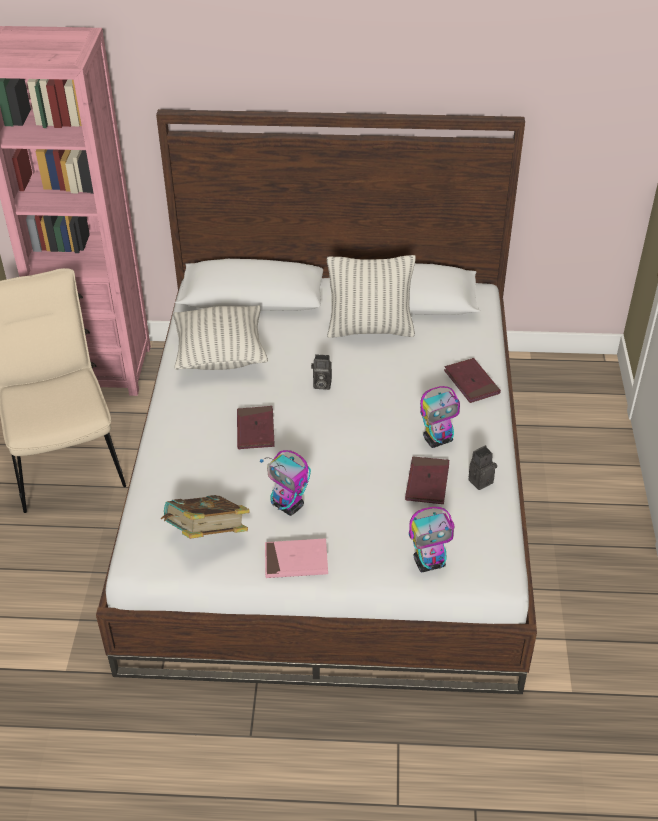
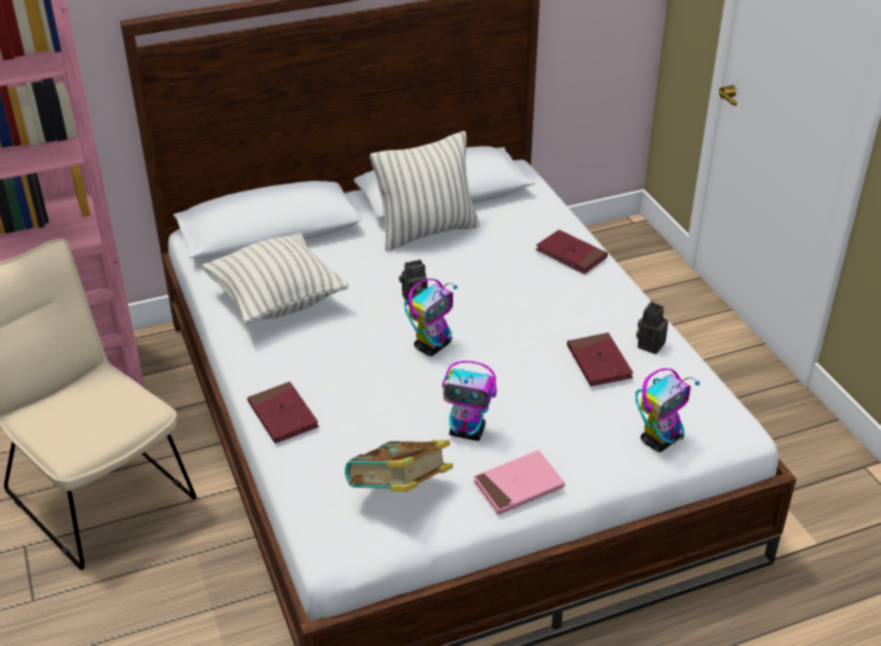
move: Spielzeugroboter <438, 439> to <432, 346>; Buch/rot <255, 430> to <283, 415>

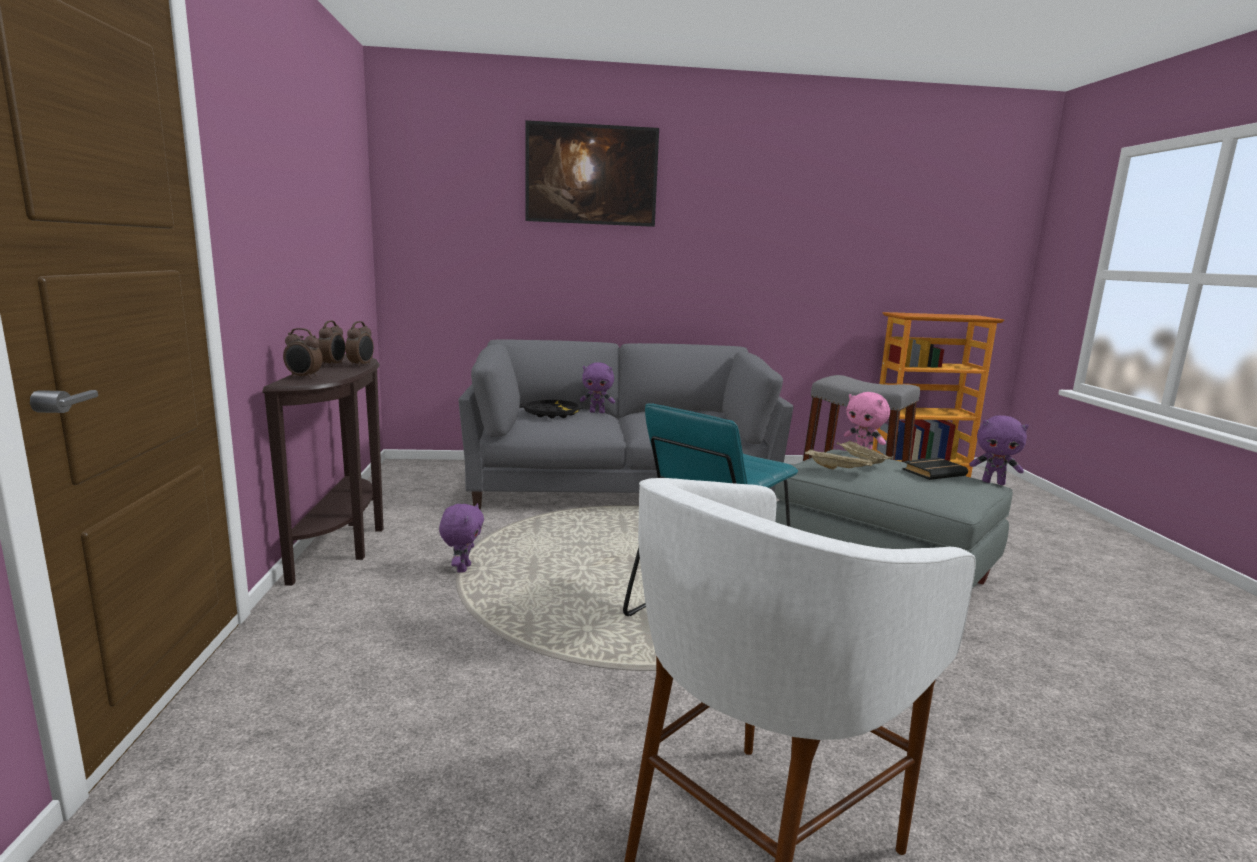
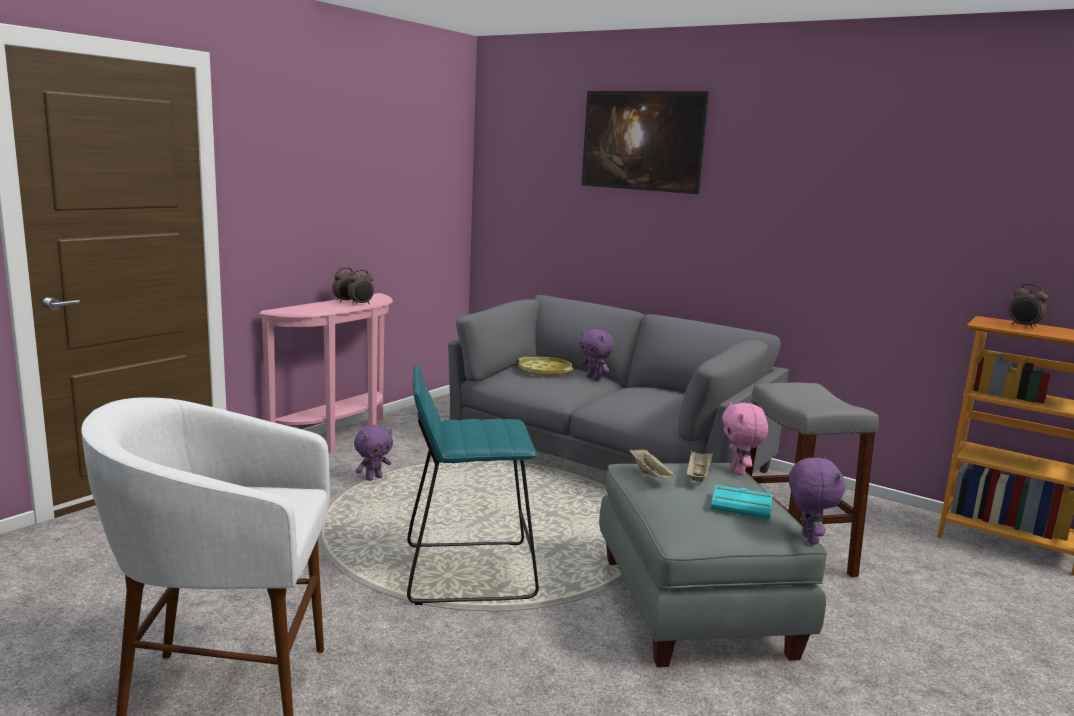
move: Wecker <304, 377> to <1023, 326>
recolor: Konsolentisch/braun <346, 542> to Konsolentisch/rosa <340, 439>; Tablett/schwarz <552, 413> to Tablett/gelb <544, 371>; Buch/schwarz <933, 472> to Buch/türkis <742, 506>
rotate: Plüschtier/lila <993, 483> = <807, 539> 150 degrees counterclockwise

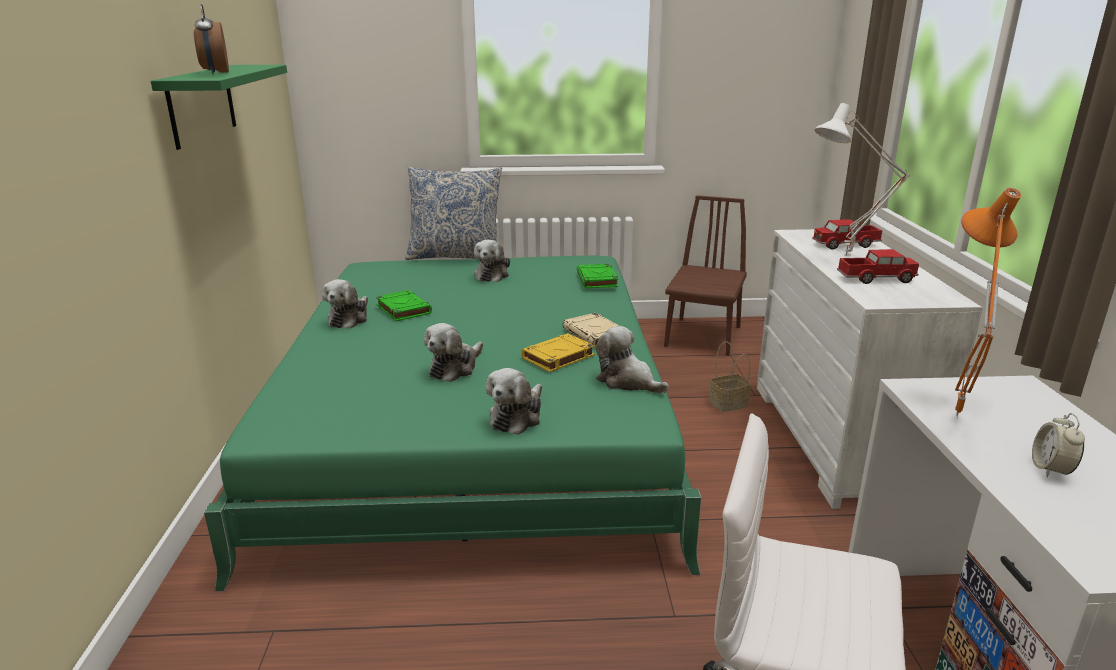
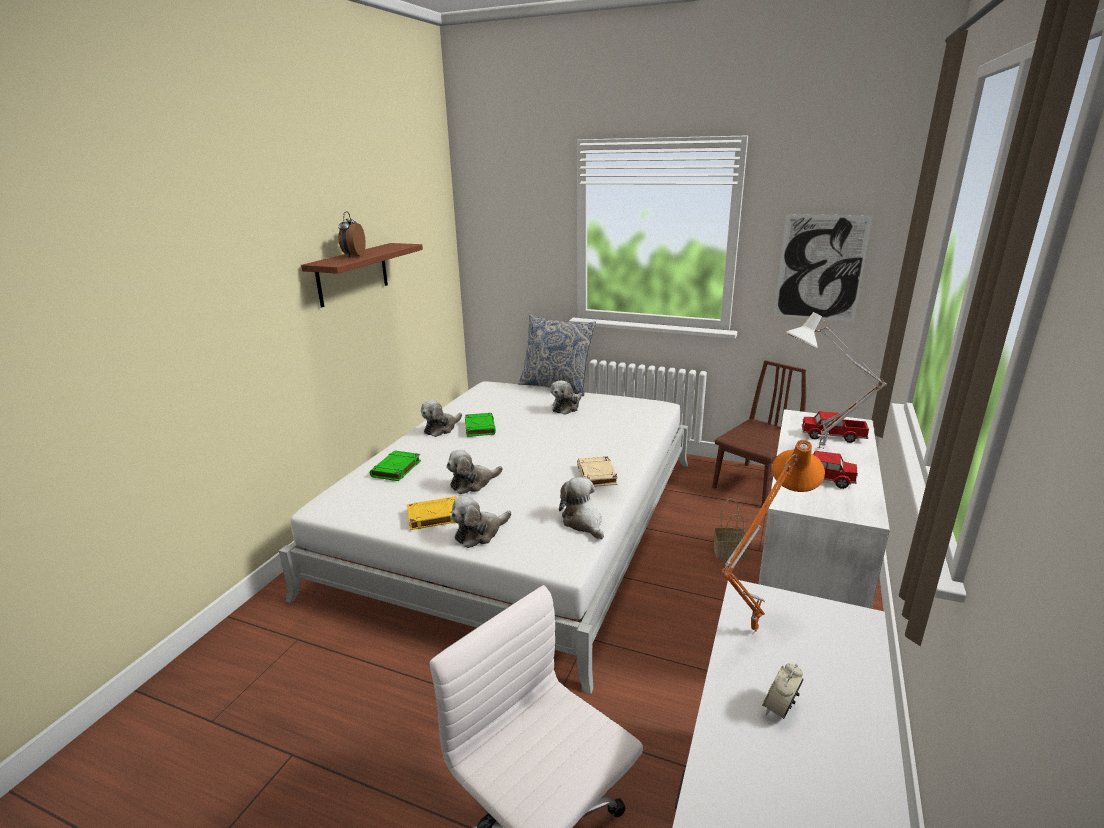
insert: Bild <820, 268>
move: Buch/grün <597, 280> to <396, 469>; Buch/gelb <558, 357> to <433, 516>
recolor: Wandregal/grün <202, 104> to Wandregal/braun <352, 274>; Bett/grün <477, 423> to Bett/weiß <519, 522>

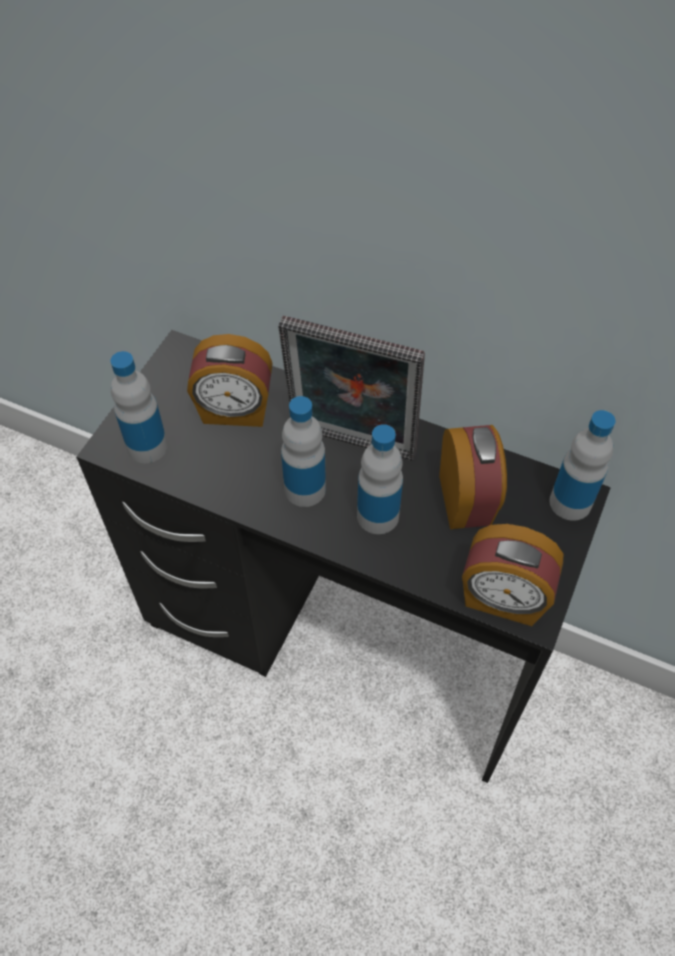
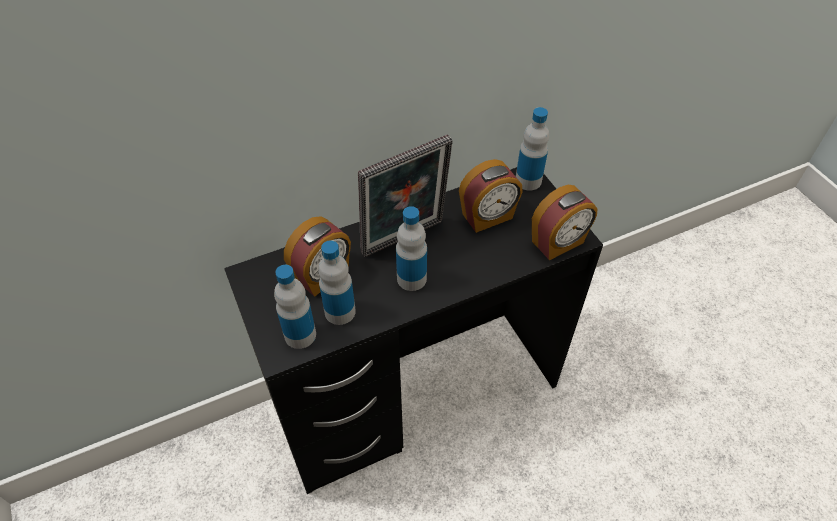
move: Flasche <378, 516> to <340, 311>
rotate: Wecker <466, 500> = <488, 217> 120 degrees clockwise

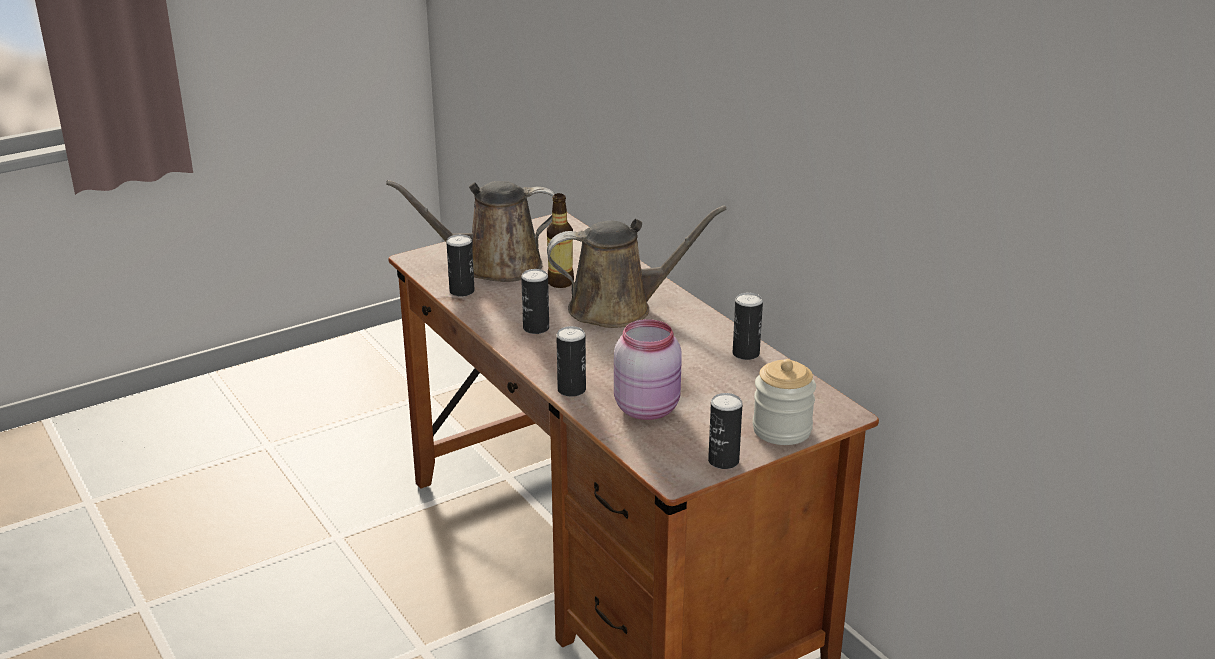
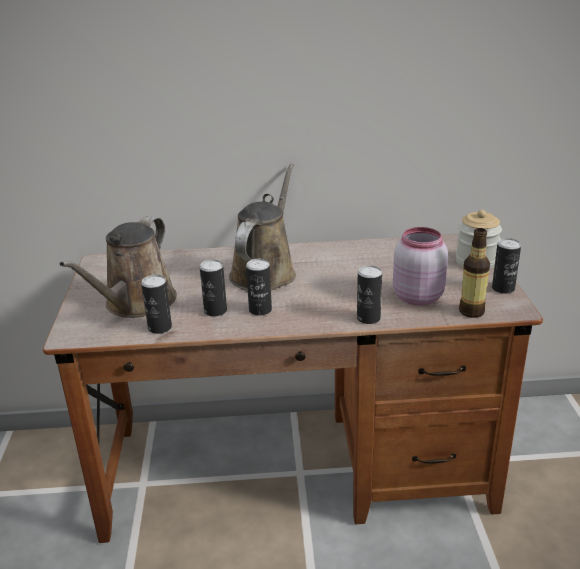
move: Flasche <560, 282> to <471, 311>; Dose <746, 353> to <215, 311>

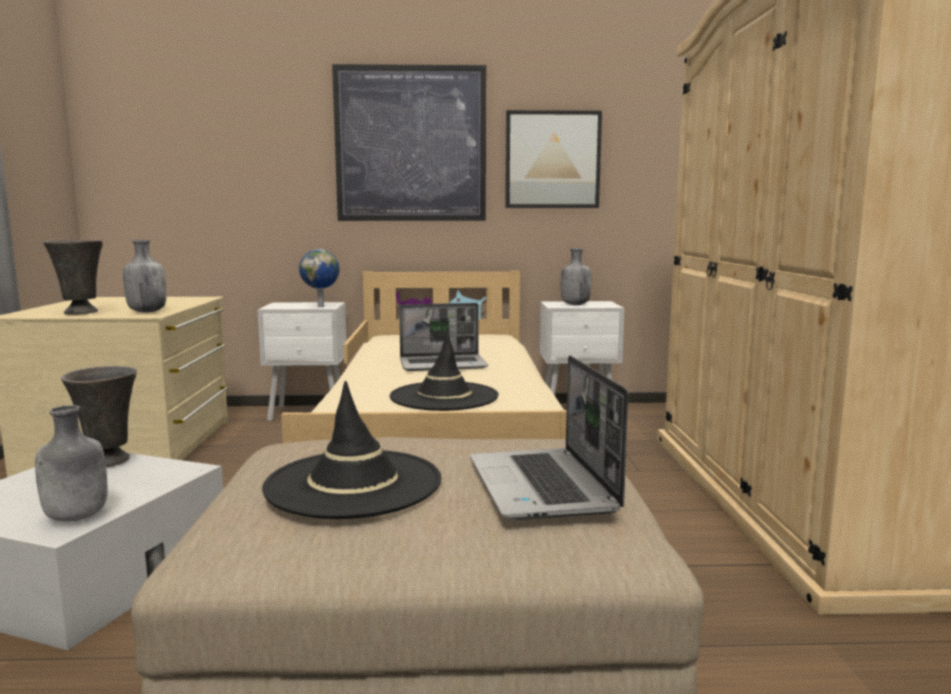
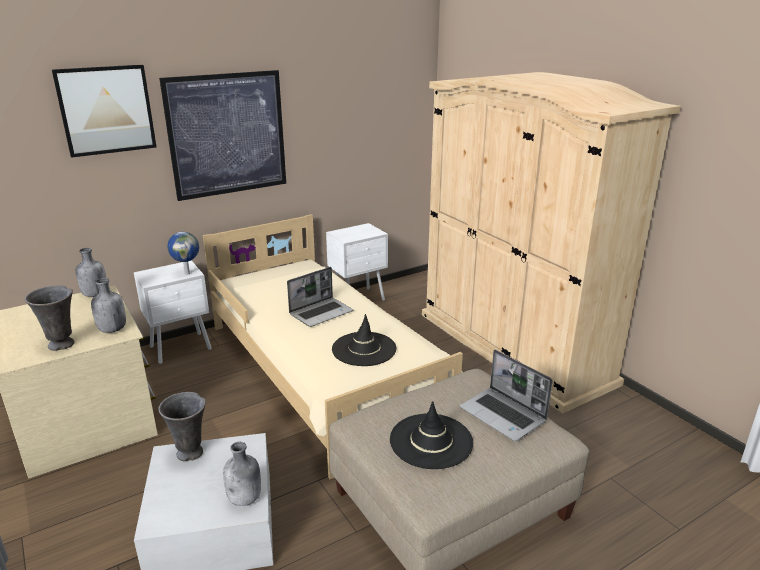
move: Bild <552, 160> to <106, 110>; Flasche/grau <574, 304> to <94, 295>

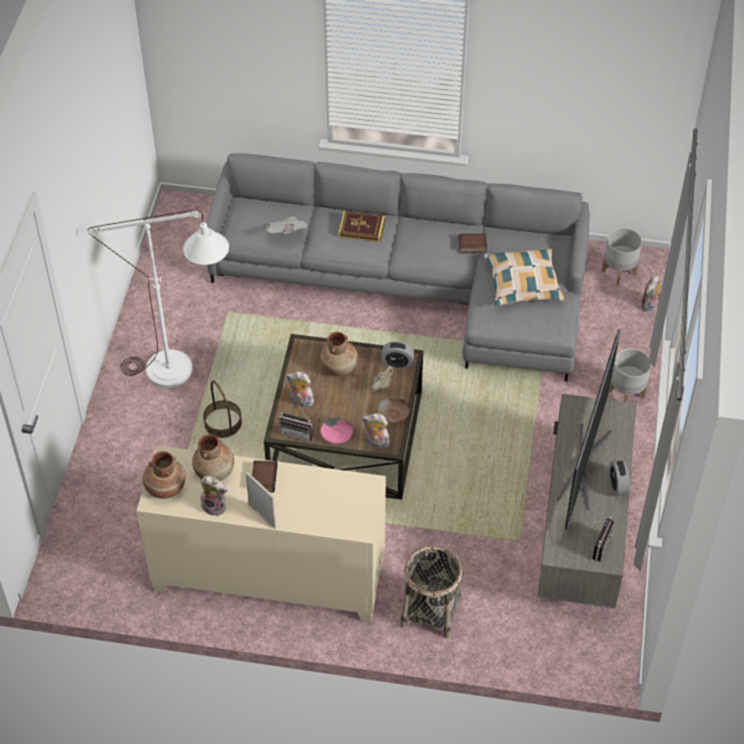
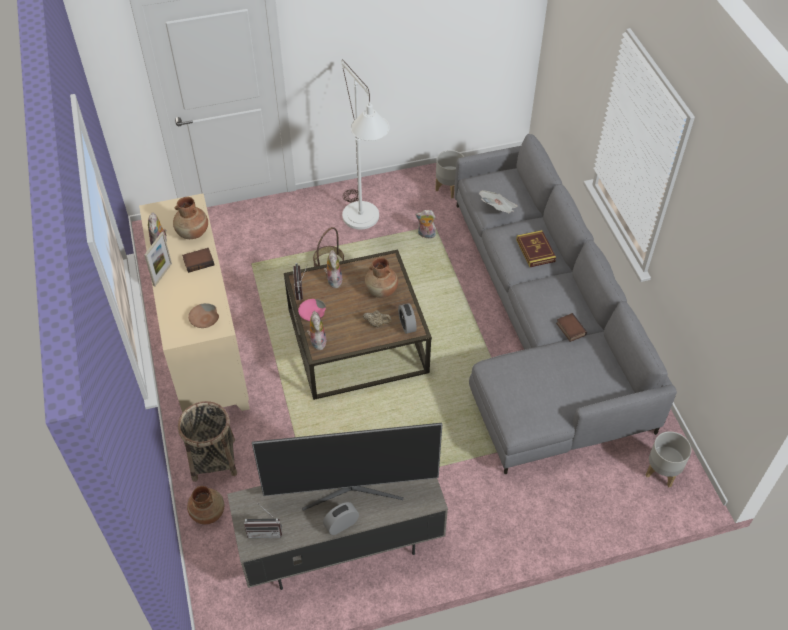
delete: Kissen <523, 283>
move: Plüschtier <650, 306> to <426, 235>; Pflanzkübel/grau <626, 394> to <449, 188>; Schüssel/braun <394, 414> to <204, 320>; Vase/braun <165, 487> to <208, 512>

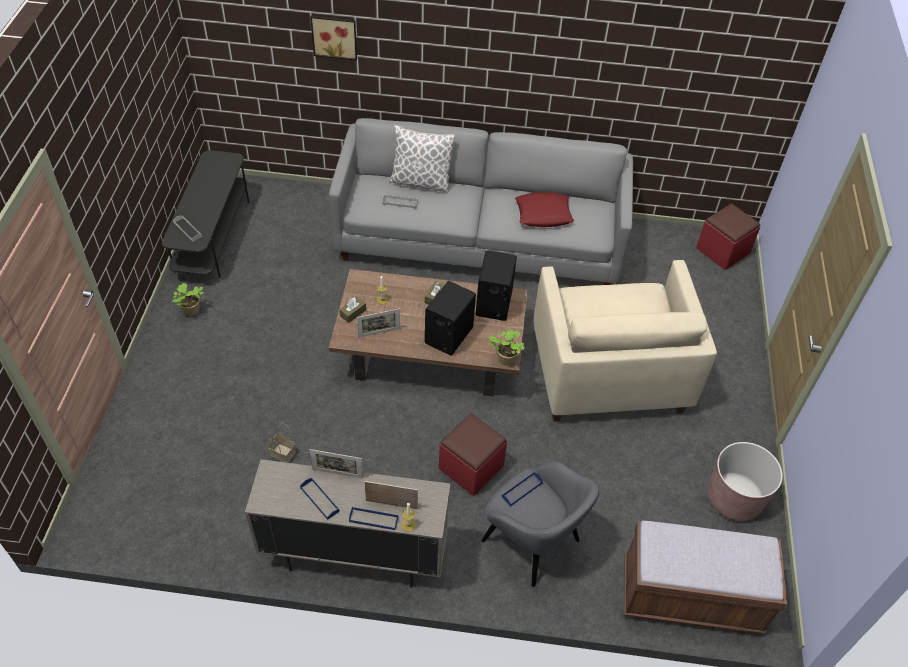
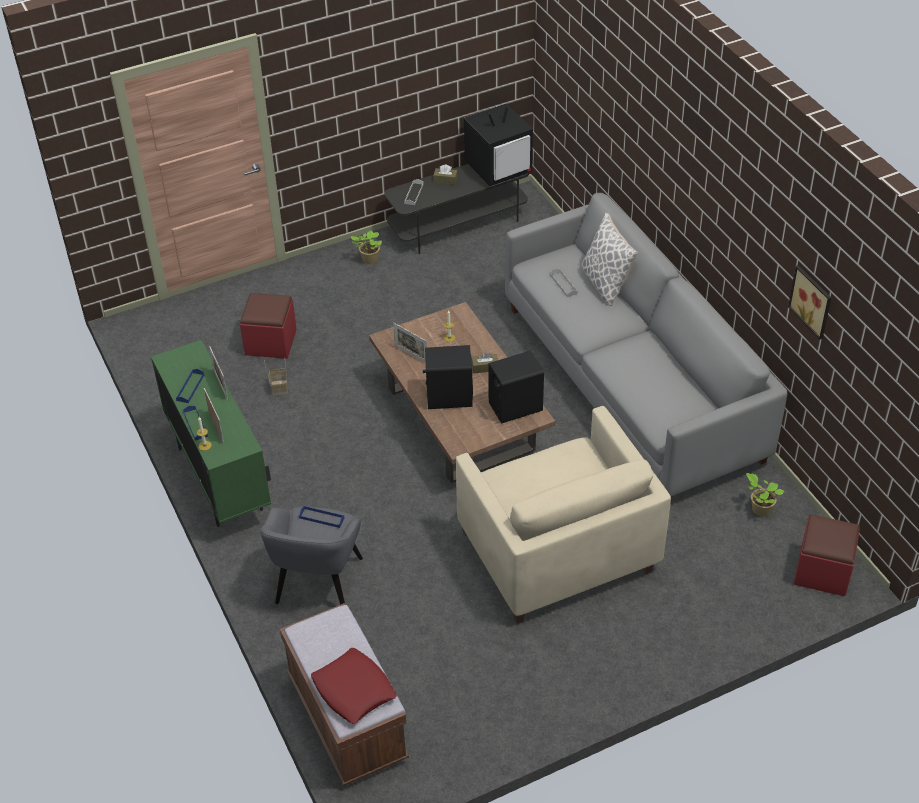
delete: Pflanzkübel/braun <734, 498>
insert: Fernseher <499, 169>
move: Bild <334, 36> to <812, 301>; Kissen/rot <543, 214> to <354, 690>; Taschentuchbox/braun <353, 313> to <445, 180>; Topfpflanze <505, 359> to <759, 509>; Polsterhocker/rot <471, 467> to <271, 342>
recolor: Schrank/beige <354, 556> to Schrank/grün <220, 478>
rotate: Sessel/beige <608, 371> = <557, 550> 75 degrees counterclockwise

